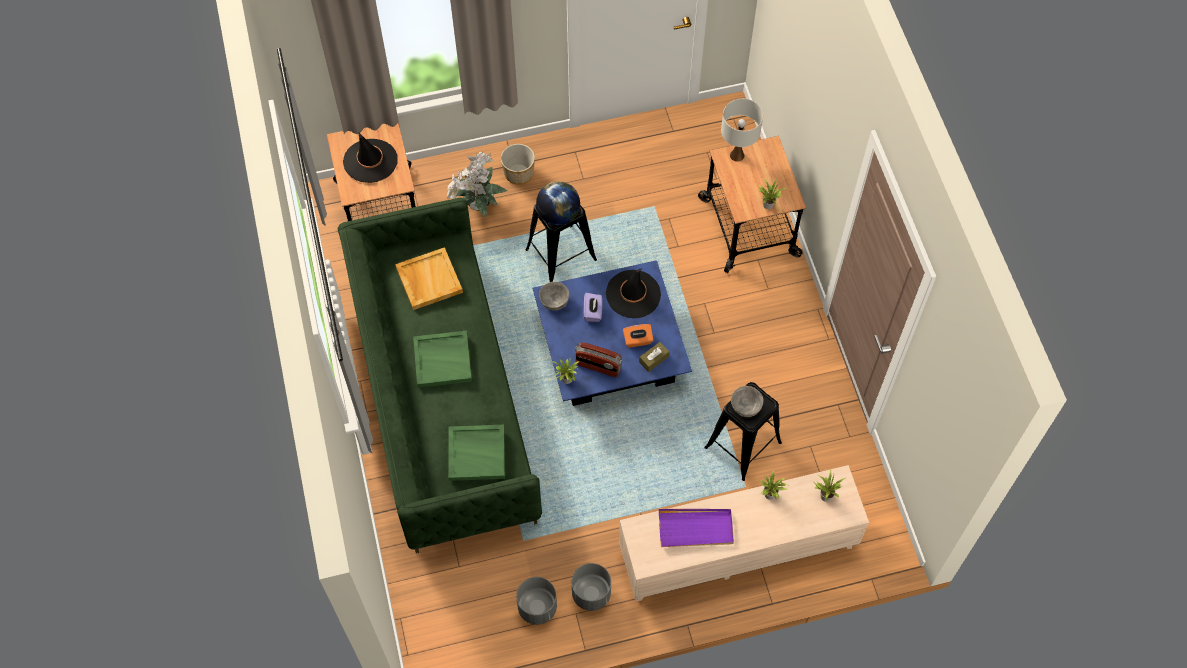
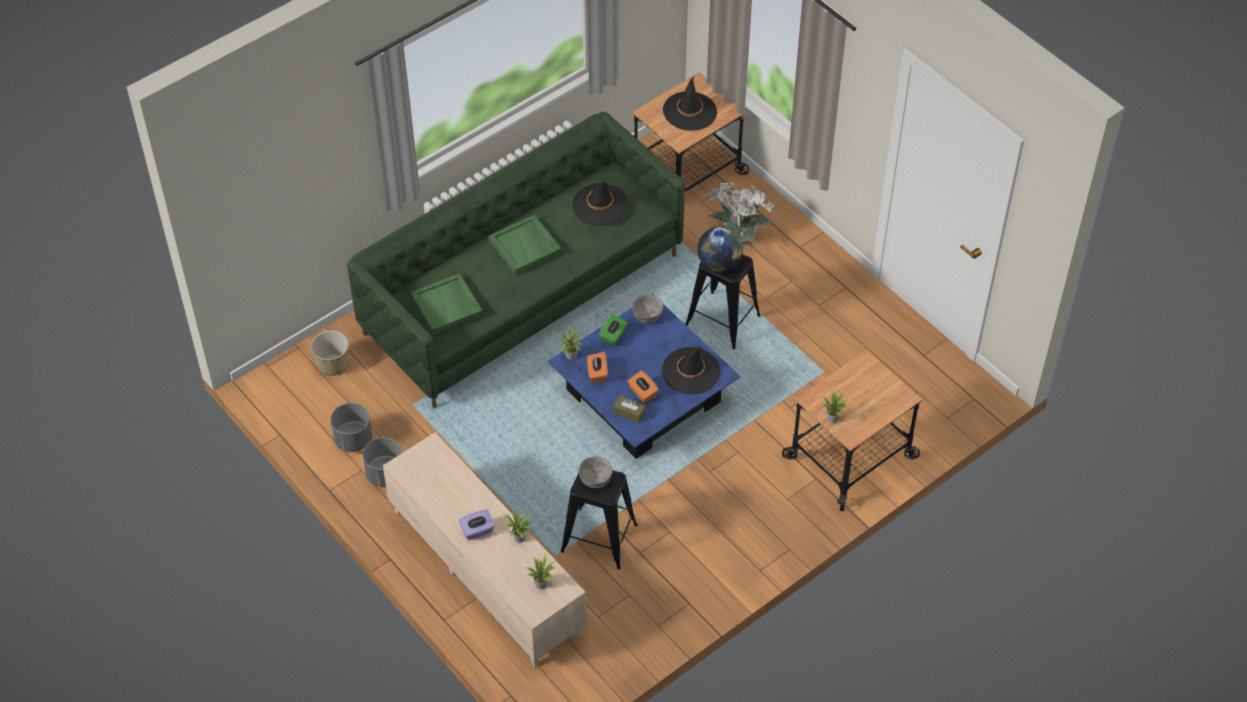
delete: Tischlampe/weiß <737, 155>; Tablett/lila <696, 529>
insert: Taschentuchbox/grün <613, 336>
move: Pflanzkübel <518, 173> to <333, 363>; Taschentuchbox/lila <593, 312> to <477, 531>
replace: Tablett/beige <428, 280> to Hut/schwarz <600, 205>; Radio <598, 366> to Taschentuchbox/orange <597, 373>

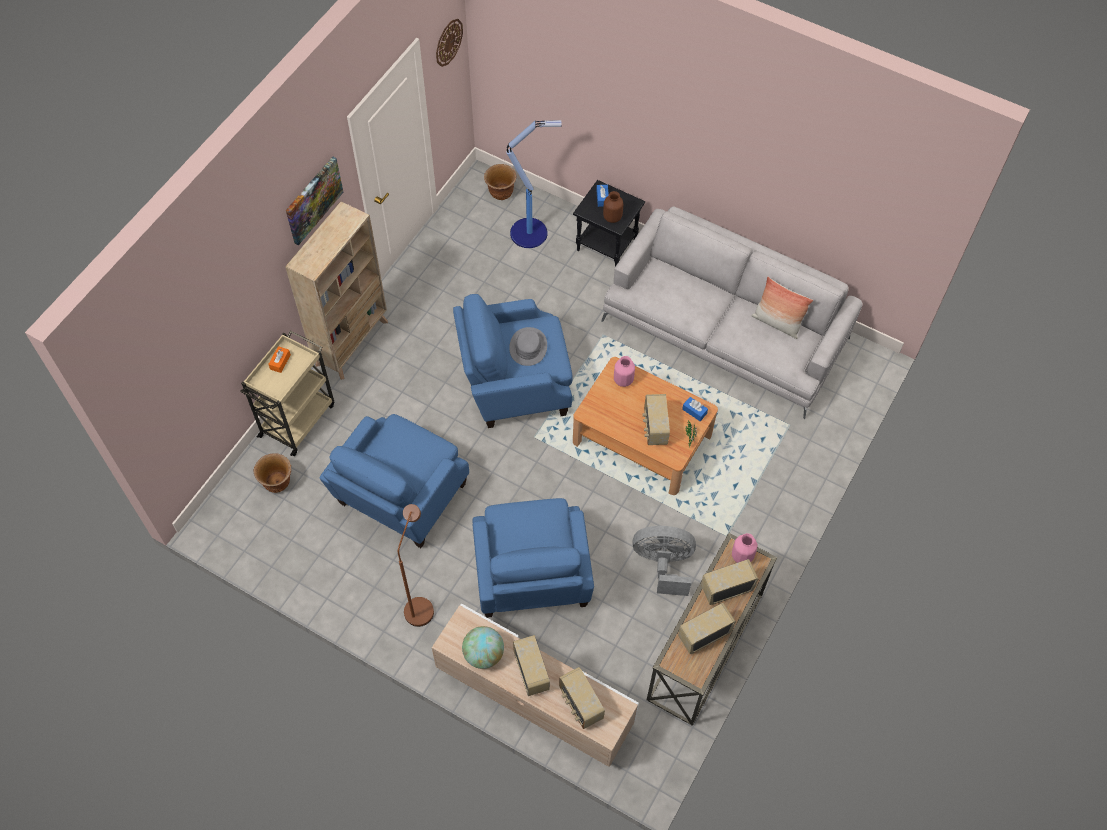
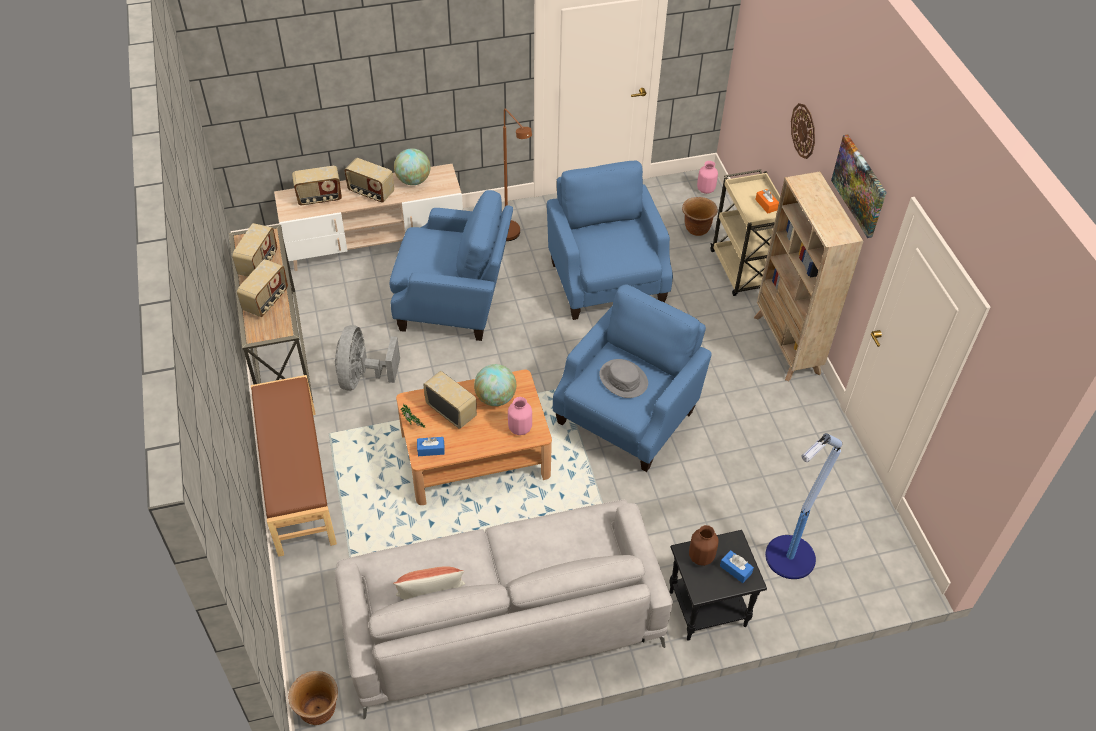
insert: Globus <495, 398>; Bank/braun <296, 481>
move: Wanduhr <448, 42> to <803, 130>; Pflanzkübel/braun <501, 193> to <318, 710>; Vase/rosa <742, 556> to <705, 189>
rotate: Sessel/blau <531, 577> = <454, 301> 150 degrees clockwise; Ventilator/grau <663, 564> = <363, 377> 135 degrees clockwise; Radio <580, 704> = <319, 198> 150 degrees clockwise

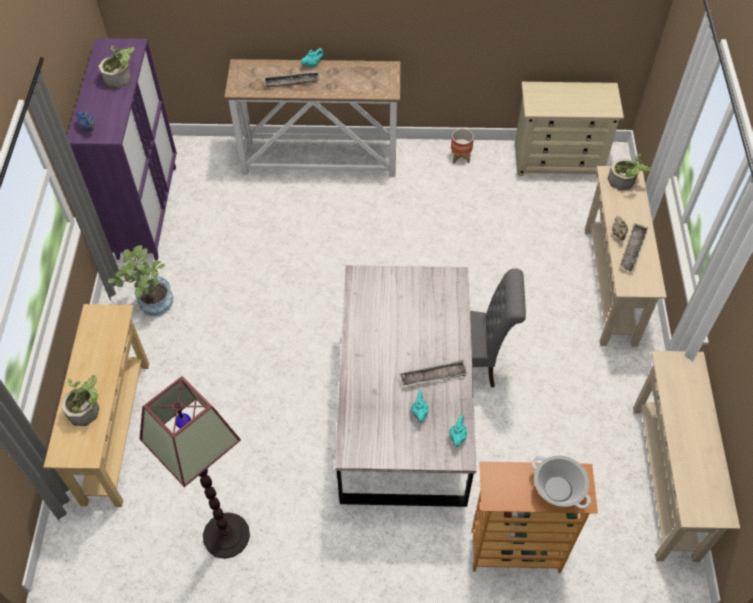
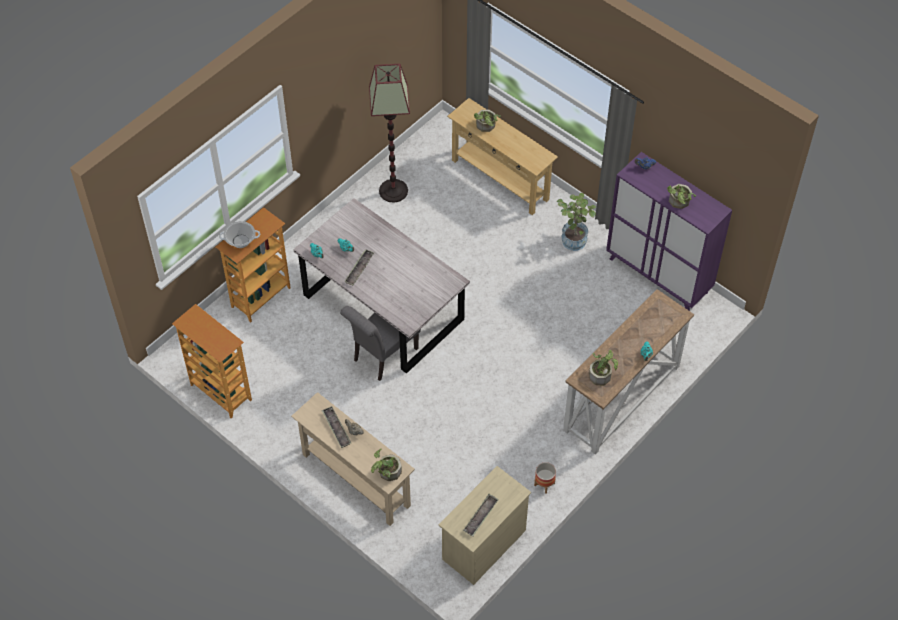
insert: Topfpflanze <602, 374>
move: Tablett <291, 82> to <481, 516>
replace: Konsolentisch/beige <665, 481> to Bücherregal <220, 393>

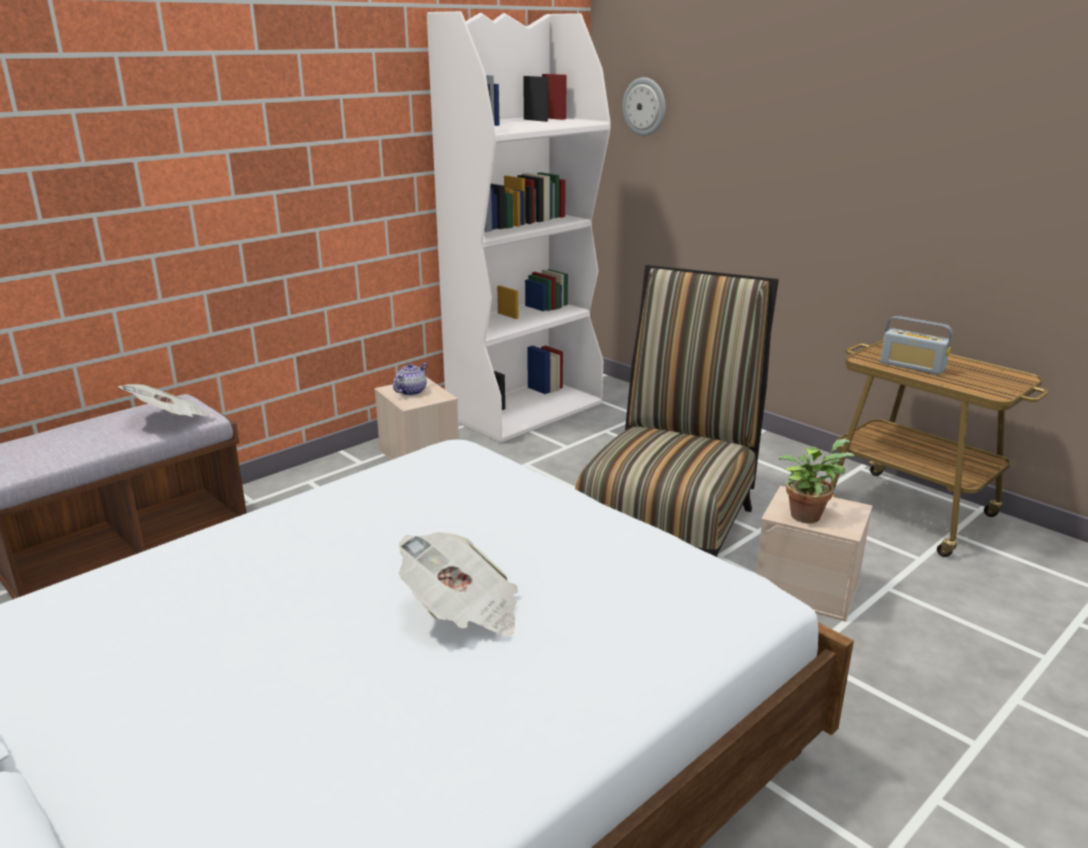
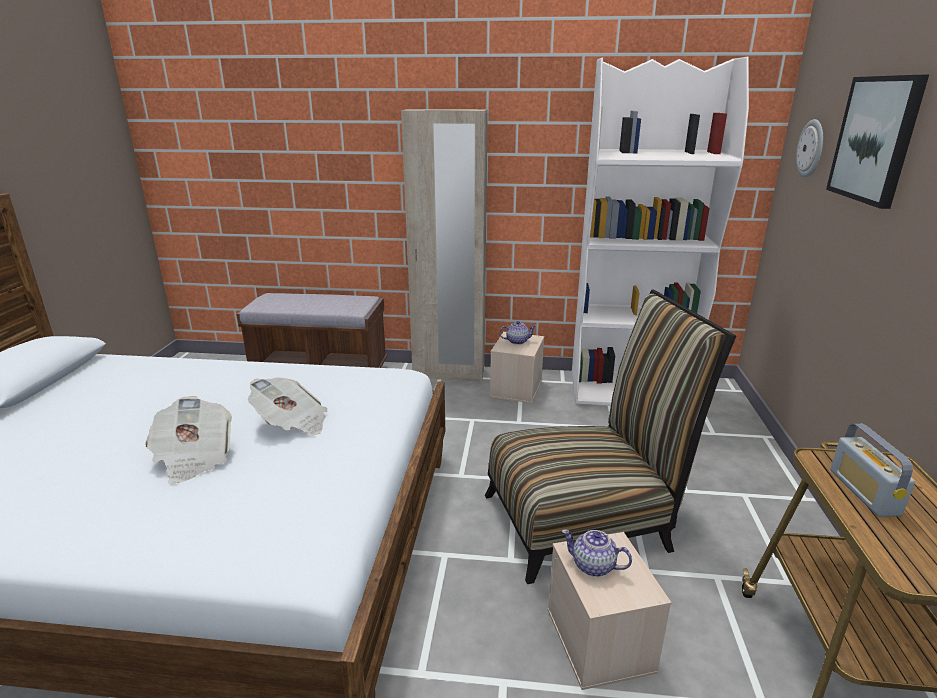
insert: Bild <875, 139>; Kleiderschrank/beige <449, 374>
move: Zeitung <172, 421> to <292, 423>
replace: Topfpflanze <807, 514> to Teekanne <594, 566>

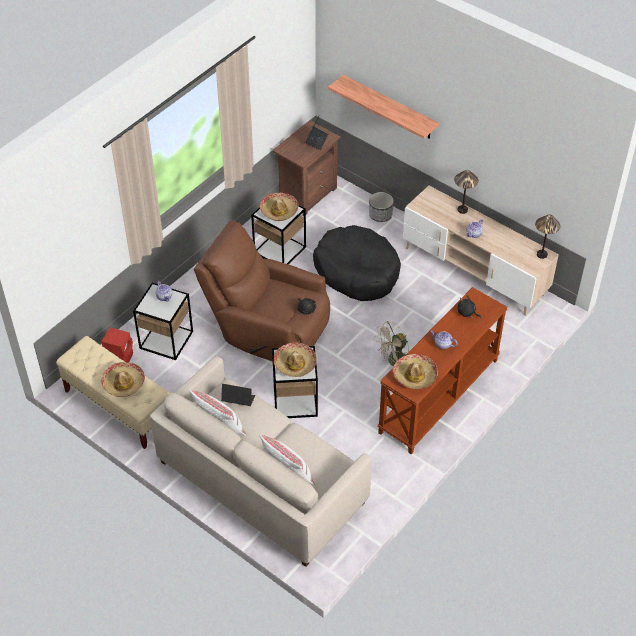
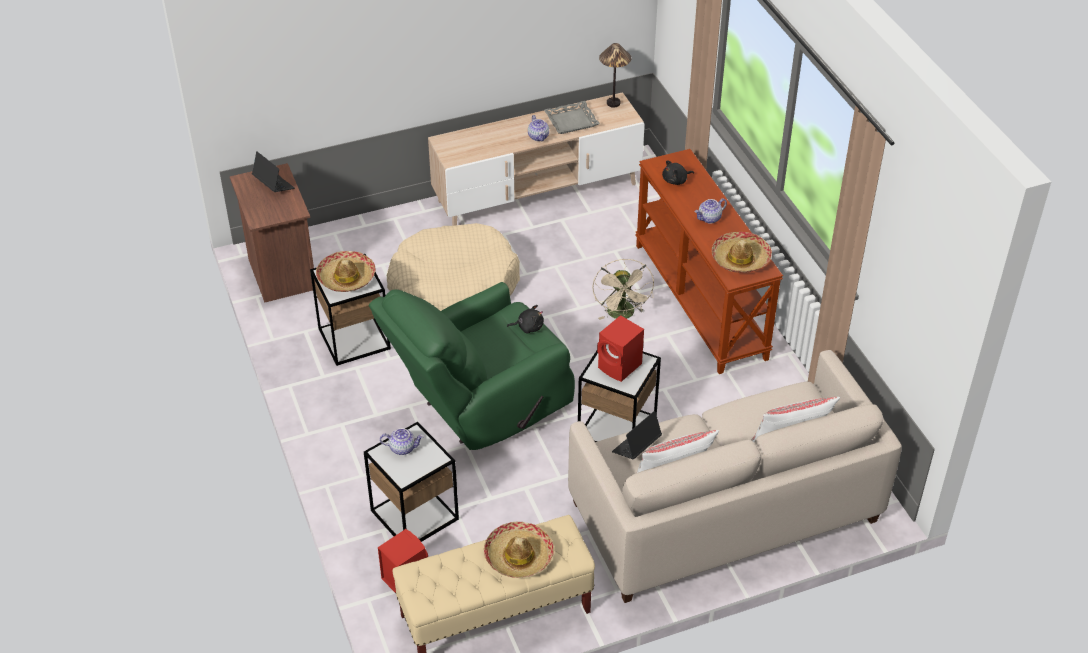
delete: Wandregal <389, 107>; Tischlampe <462, 210>; Pflanzkübel <380, 215>
insert: Tablett/grau <571, 121>
replace: Hut <295, 364> to Lautsprecher/rot <620, 367>
recolor: Sessel/braun <267, 329> to Sessel/grün <479, 405>; Hundebett/schwarz <357, 271> to Hundebett/beige <453, 285>

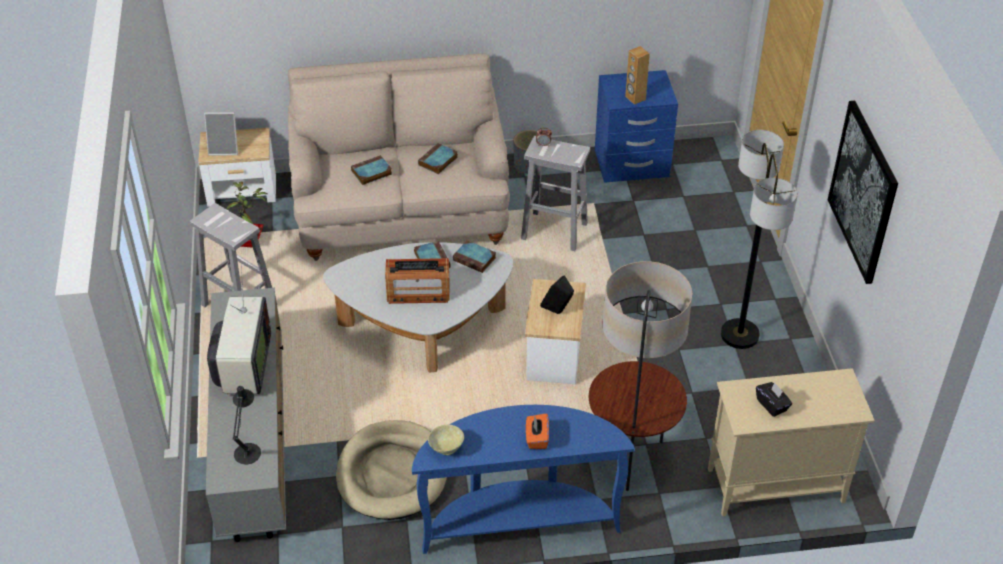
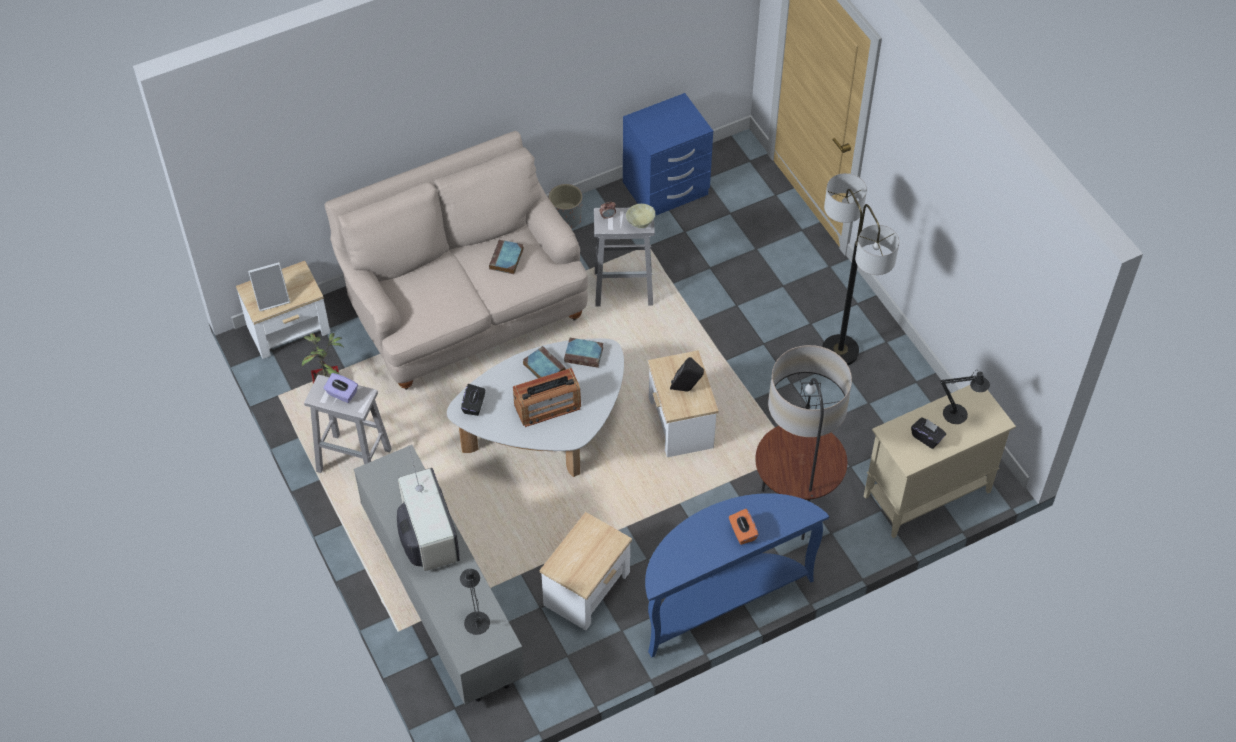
delete: Lautsprecher/braun <635, 98>; Bild <863, 191>; Buch <371, 173>
insert: Tischlampe/schwarz <959, 415>; Taschentuchbox/lila <342, 394>; Taschentuchbox/schwarz <474, 405>
move: Schüssel/beige <446, 448> to <640, 222>
replace: Hundebett/beige <392, 473> to Beistelltisch <587, 589>

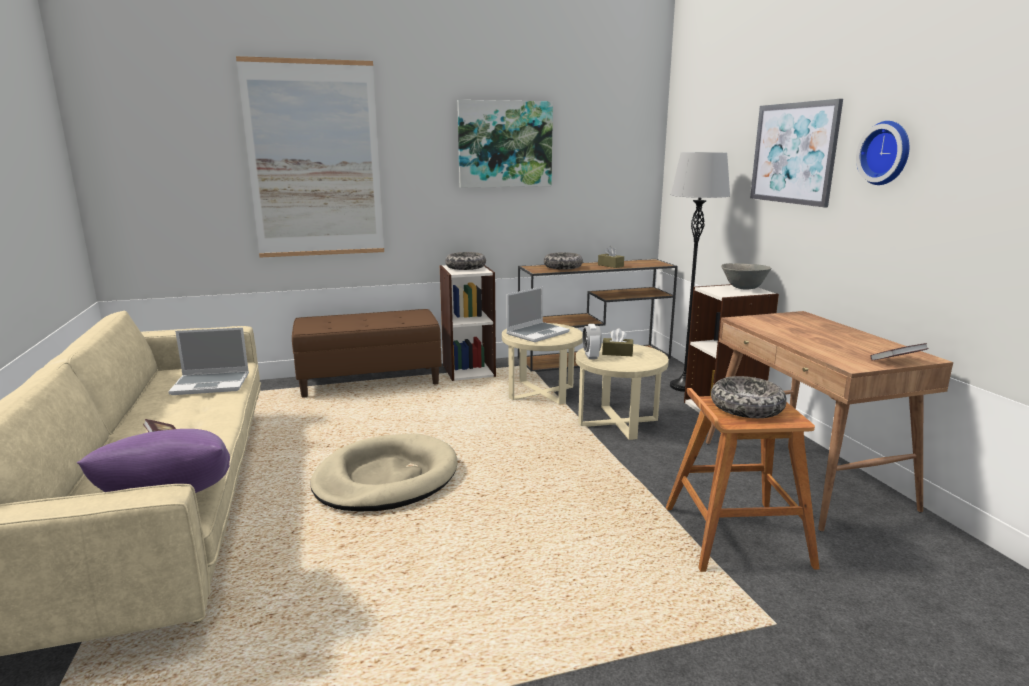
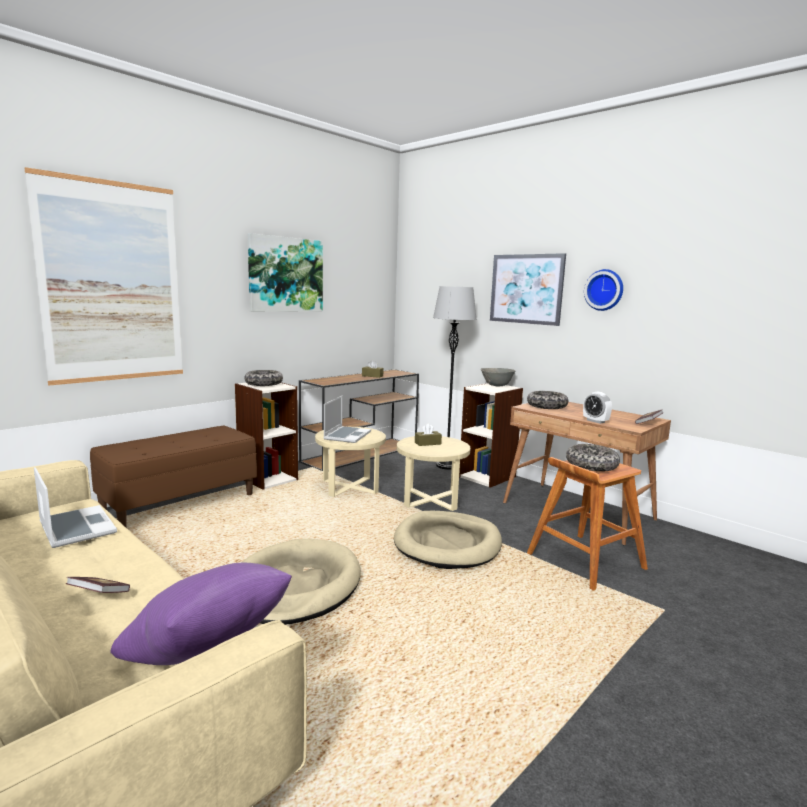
insert: Hundebett/beige <448, 544>
move: Schüssel <562, 267> to <547, 406>; Wecker <591, 356> to <595, 421>
rotate: Laptop <212, 384> = <75, 528> 90 degrees counterclockwise

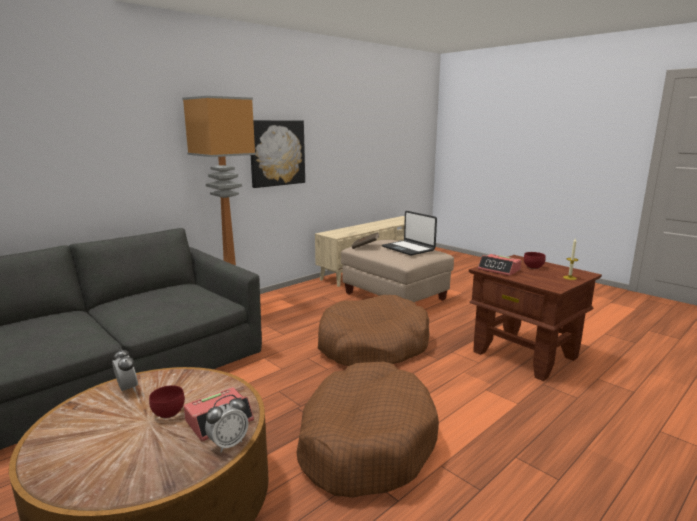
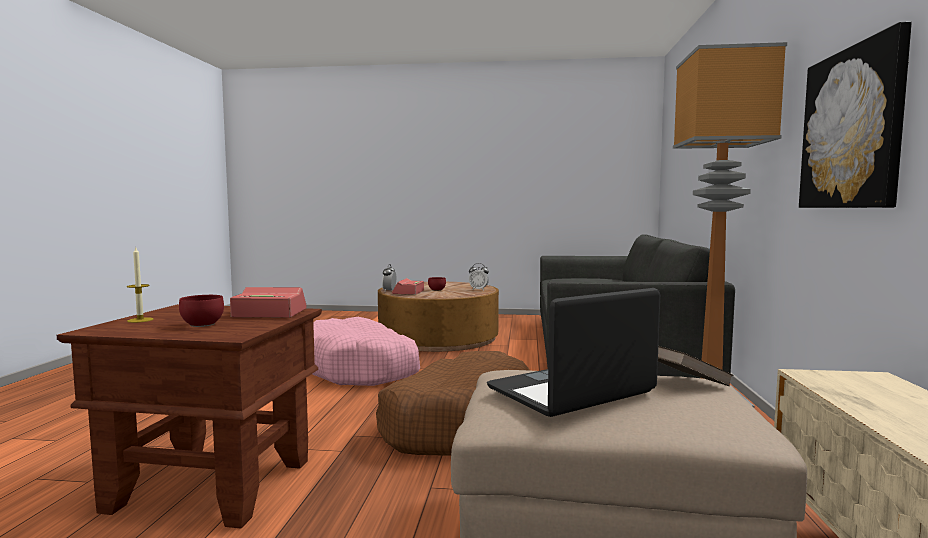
recolor: Hundebett/braun <365, 441> to Hundebett/rosa <361, 369>
rotate: Laptop <408, 248> = <571, 392> 45 degrees counterclockwise

